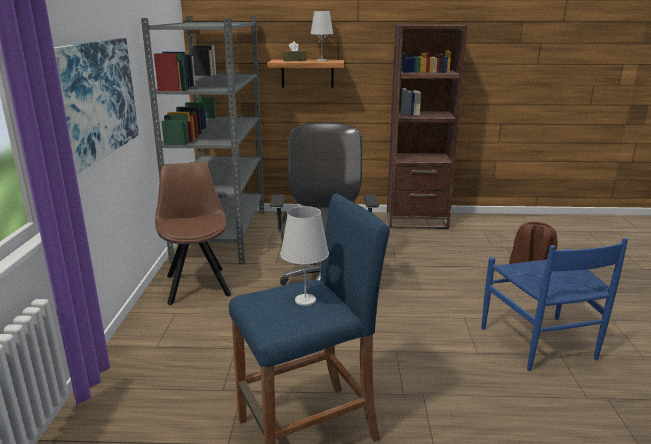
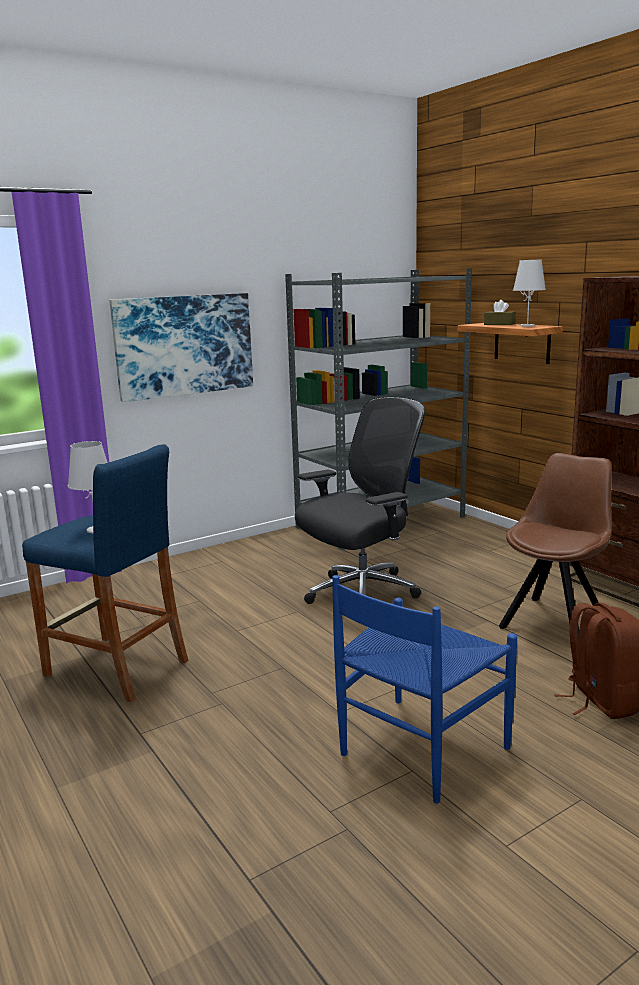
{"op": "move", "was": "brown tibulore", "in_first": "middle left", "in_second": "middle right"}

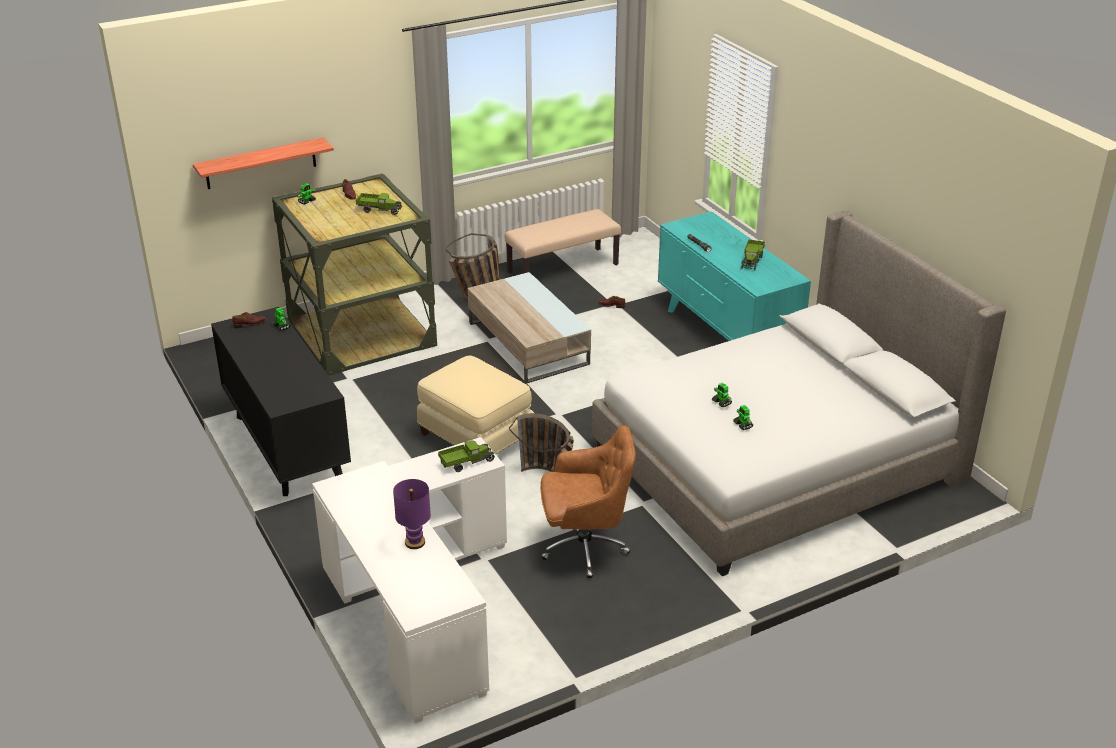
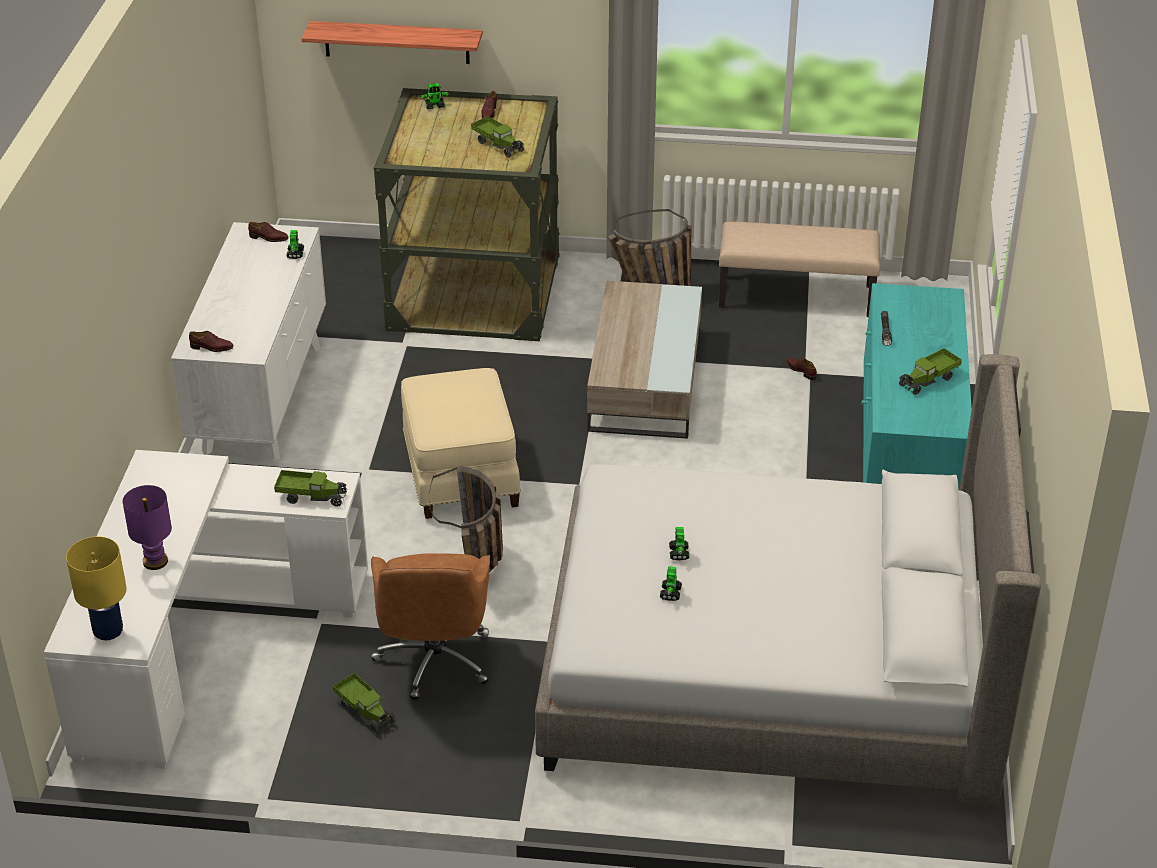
{"op": "recolor", "was": "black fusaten", "now": "white fusaten", "in_first": "middle left", "in_second": "middle left"}
{"op": "rotate", "was": "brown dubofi", "in_first": "bottom centre", "in_second": "bottom centre", "clockwise": 60}
{"op": "insert", "now": "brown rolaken (1st from left)", "in_second": "middle left"}
{"op": "insert", "now": "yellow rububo", "in_second": "bottom left"}
{"op": "insert", "now": "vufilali (2nd from left)", "in_second": "bottom left"}

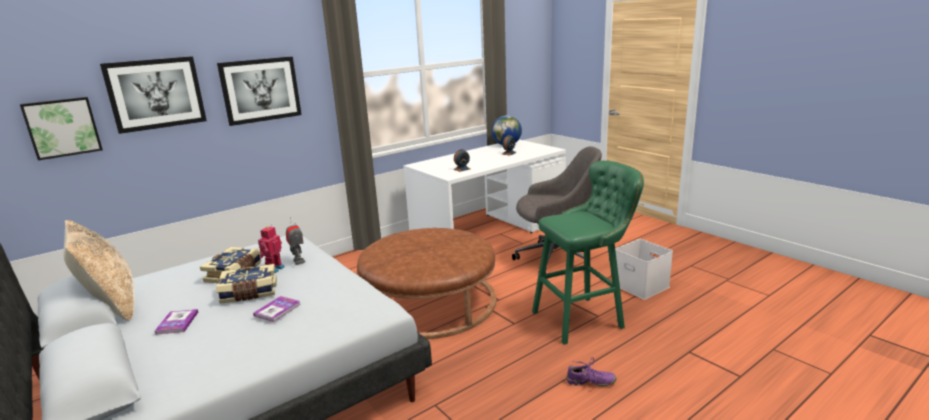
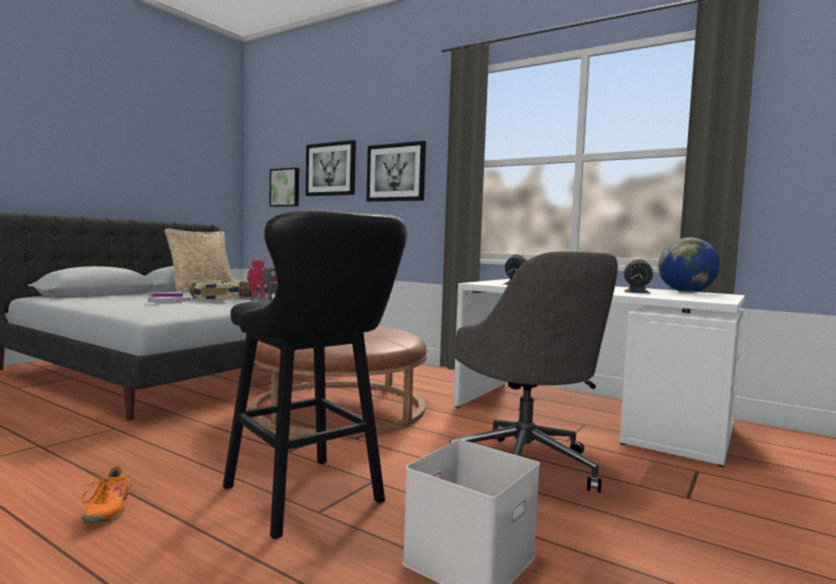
{"op": "recolor", "was": "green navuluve", "now": "black navuluve", "in_first": "centre", "in_second": "centre"}
{"op": "recolor", "was": "purple rolaken", "now": "orange rolaken", "in_first": "bottom centre", "in_second": "bottom left"}

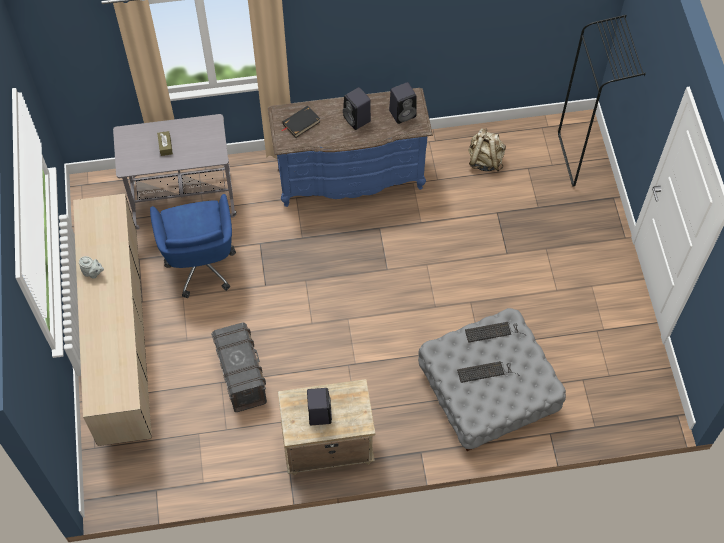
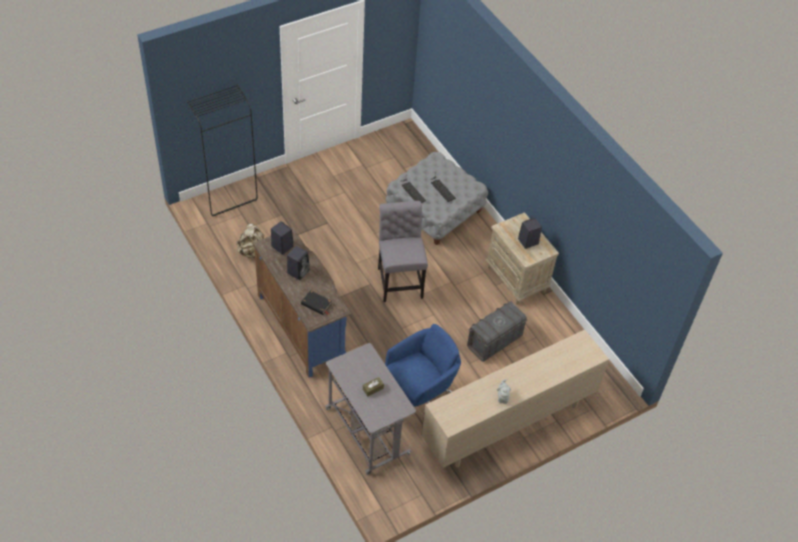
{"op": "insert", "now": "grey tibulore", "in_second": "centre"}

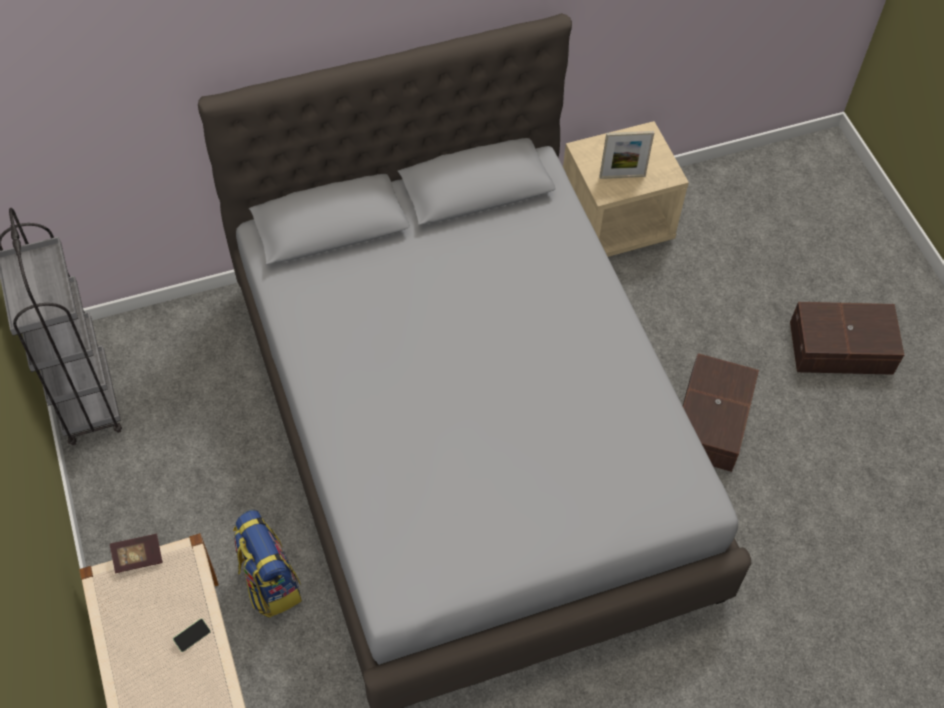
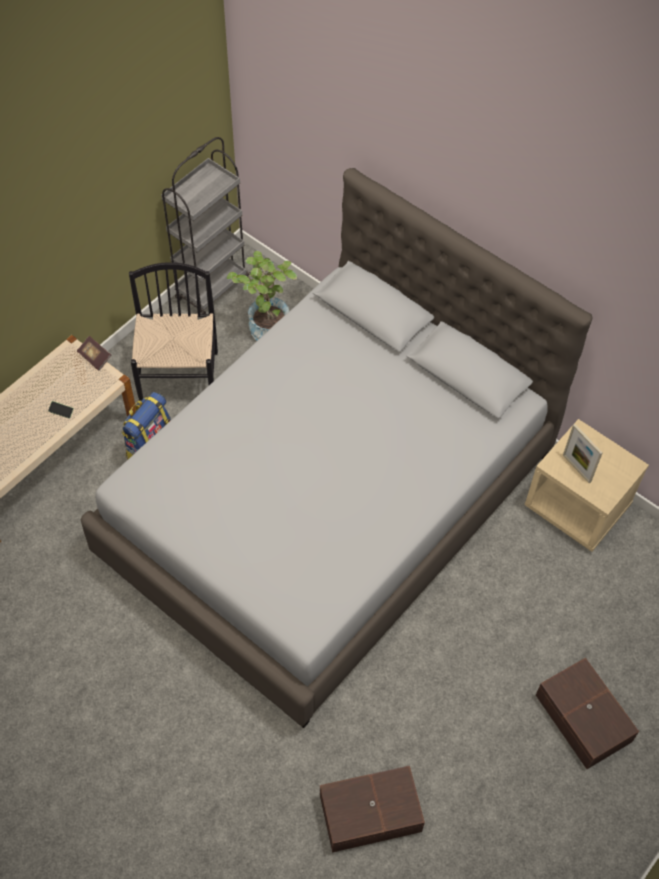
{"op": "move", "was": "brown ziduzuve (1st from left)", "in_first": "middle right", "in_second": "bottom centre"}
{"op": "insert", "now": "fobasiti", "in_second": "centre"}
{"op": "insert", "now": "black tibulore", "in_second": "middle left"}

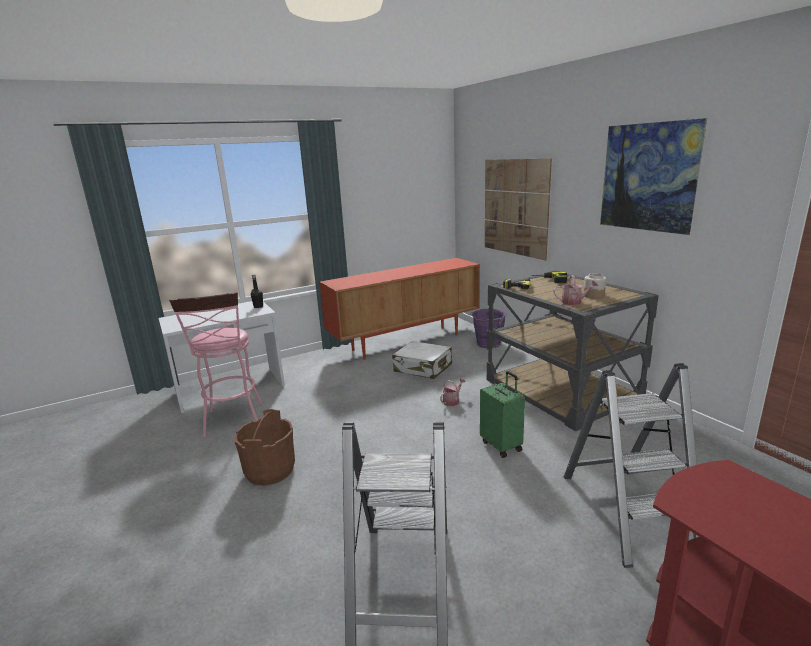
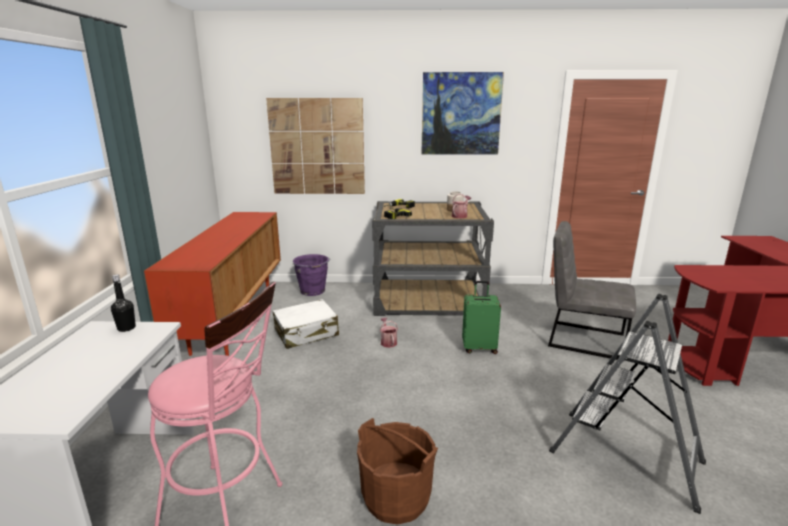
{"op": "replace", "was": "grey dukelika (2nd from left)", "now": "grey tibulore", "in_first": "bottom right", "in_second": "middle right"}

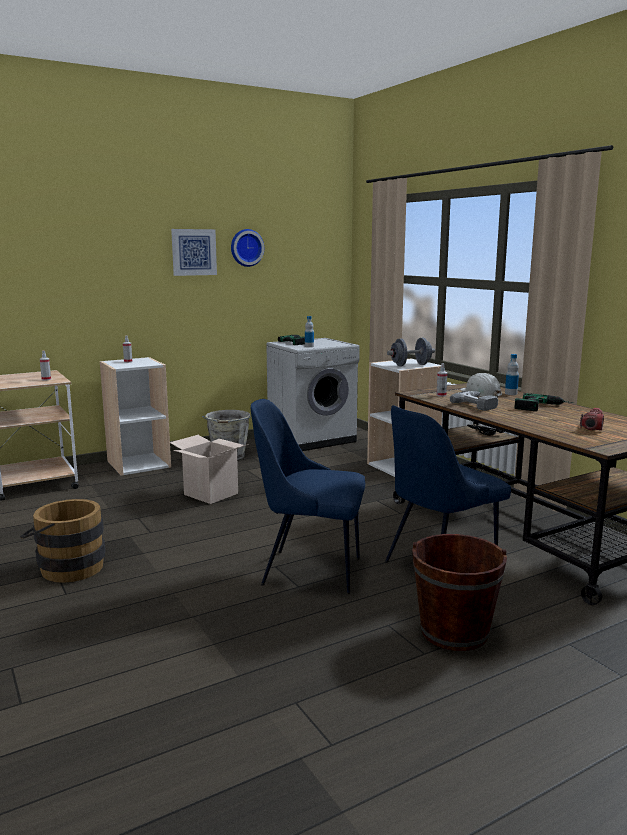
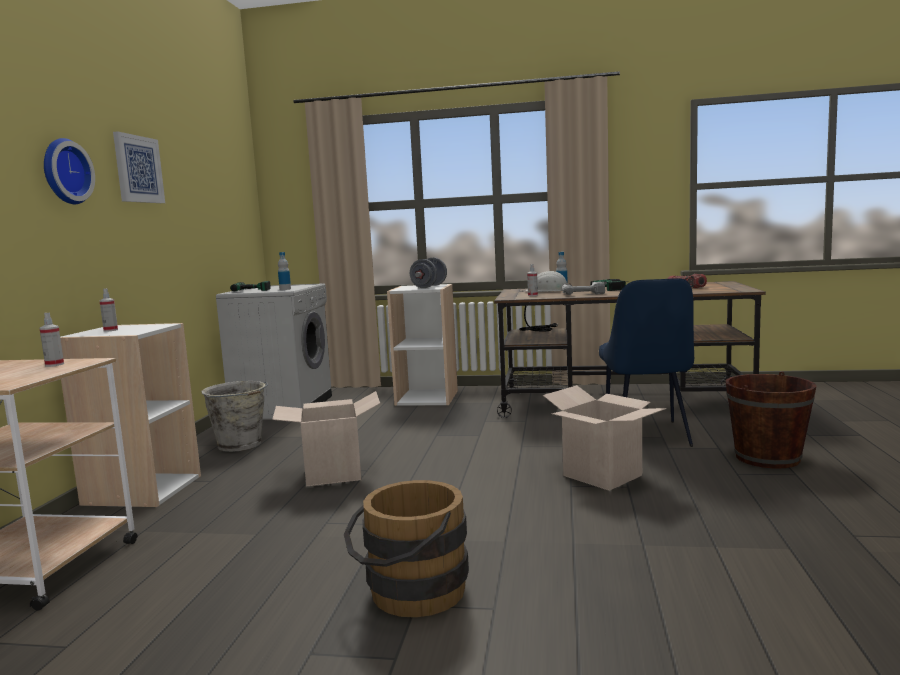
{"op": "move", "was": "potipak", "in_first": "top centre", "in_second": "top left"}
{"op": "replace", "was": "blue tibulore (1st from left)", "now": "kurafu (2nd from left)", "in_first": "centre", "in_second": "middle right"}

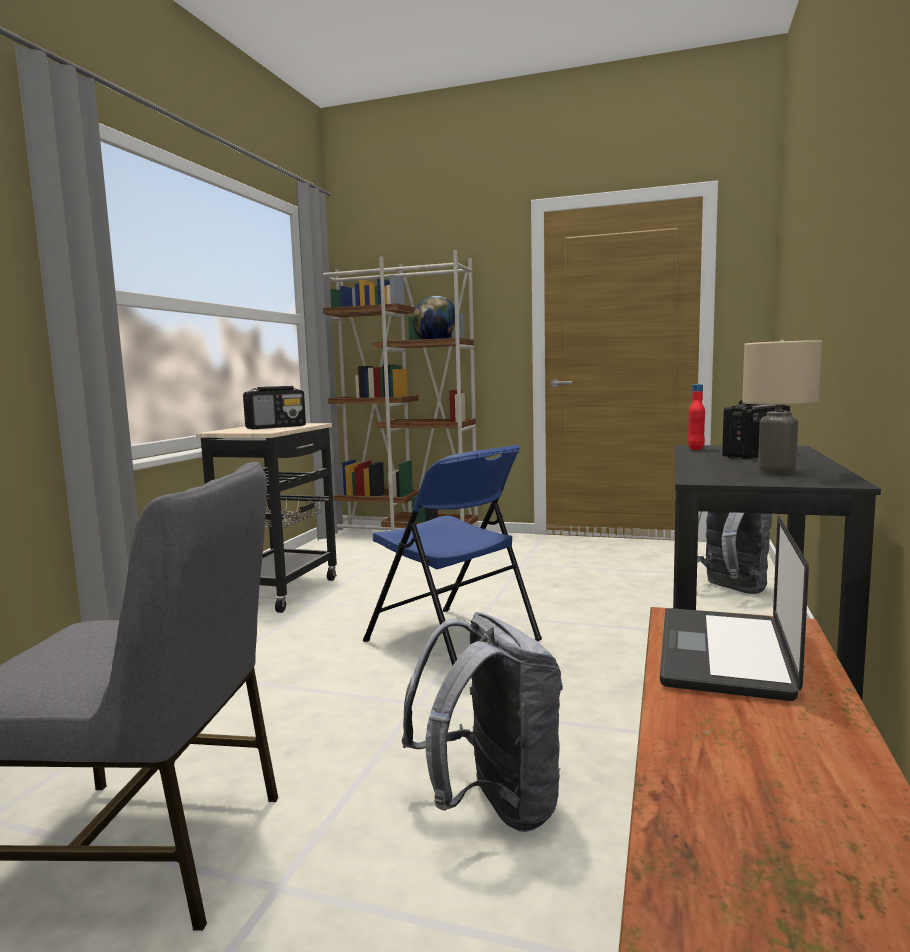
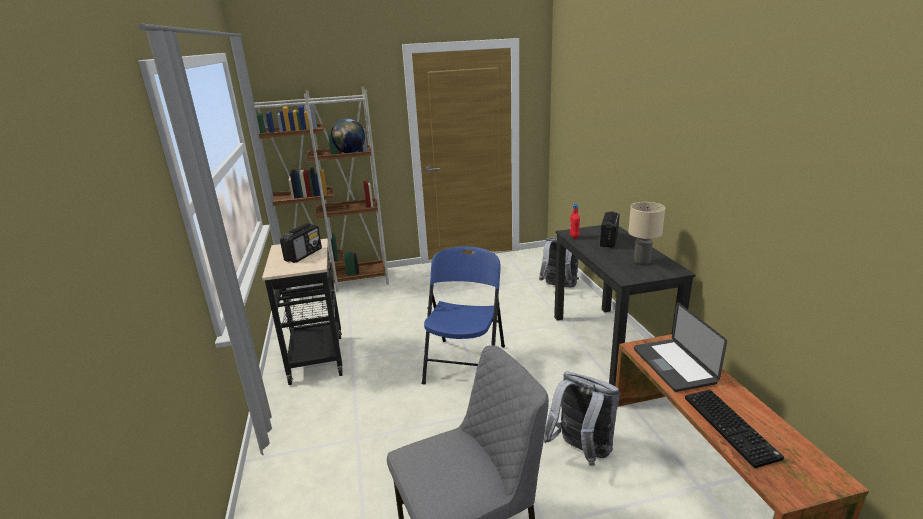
{"op": "rotate", "was": "blue tibulore", "in_first": "centre", "in_second": "centre", "clockwise": -90}
{"op": "insert", "now": "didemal", "in_second": "bottom right"}

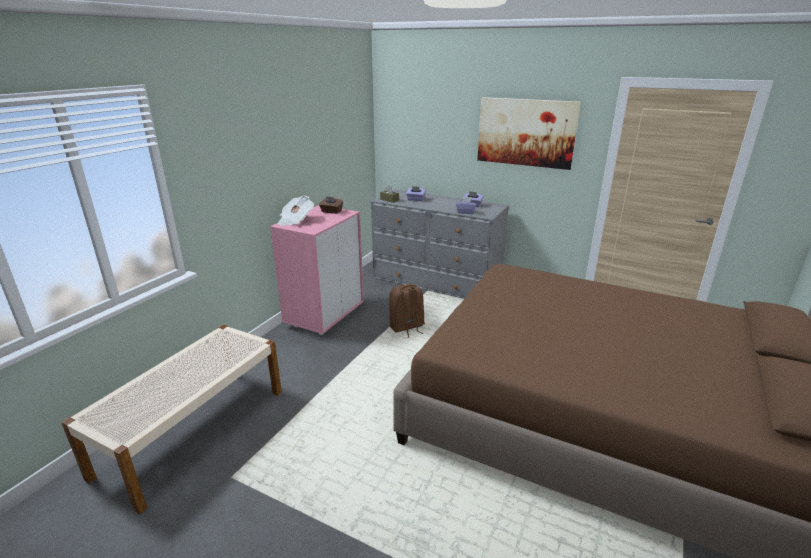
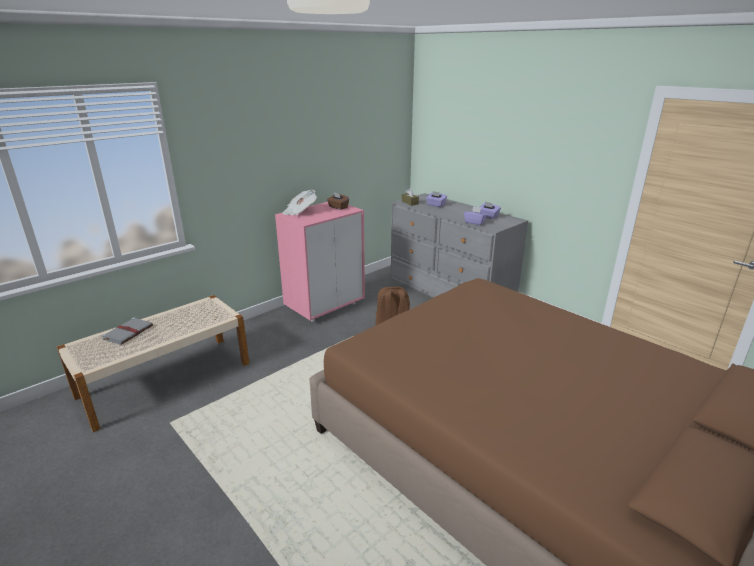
{"op": "delete", "was": "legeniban", "in_first": "top centre"}
{"op": "insert", "now": "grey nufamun", "in_second": "middle left"}

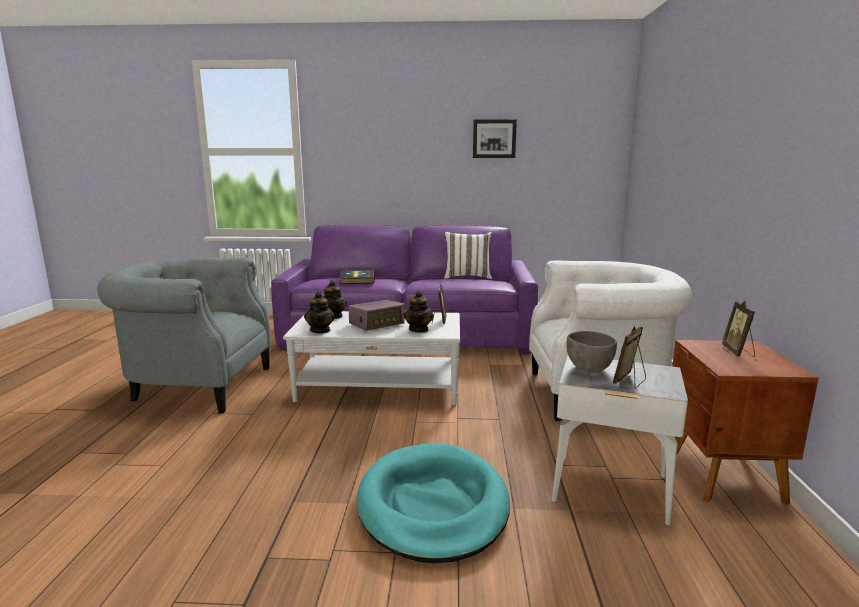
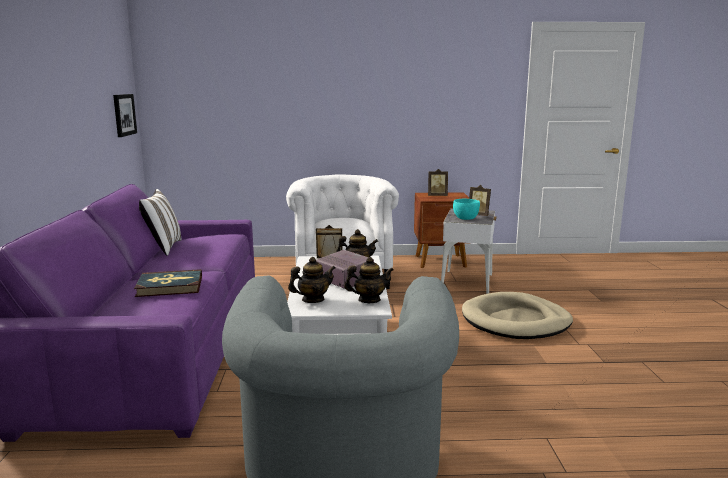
{"op": "move", "was": "legeniban", "in_first": "top centre", "in_second": "top left"}
{"op": "recolor", "was": "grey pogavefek", "now": "turquoise pogavefek", "in_first": "middle right", "in_second": "centre"}
{"op": "recolor", "was": "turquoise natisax", "now": "beige natisax", "in_first": "bottom centre", "in_second": "middle right"}

